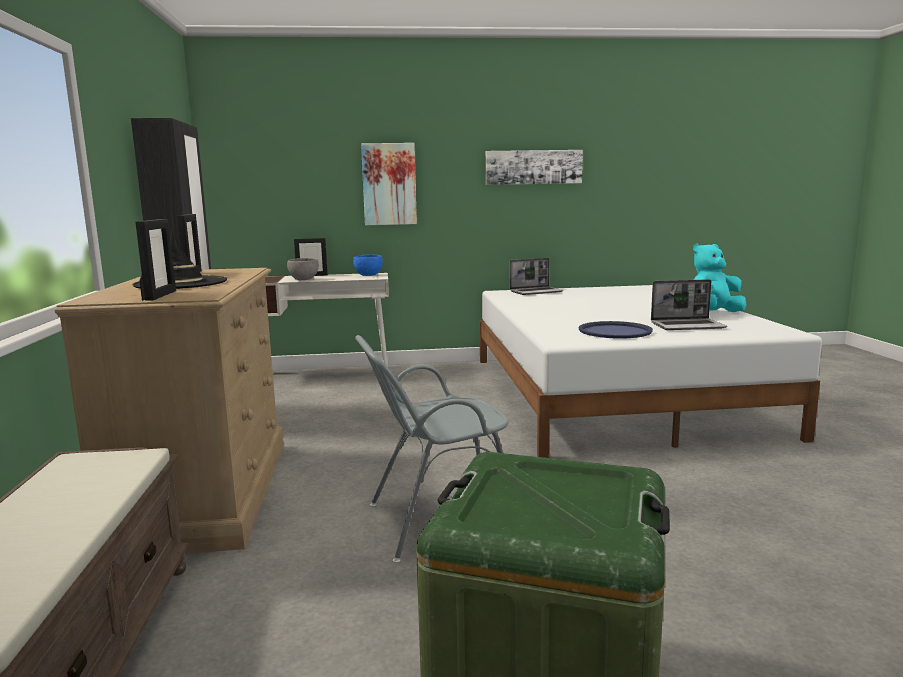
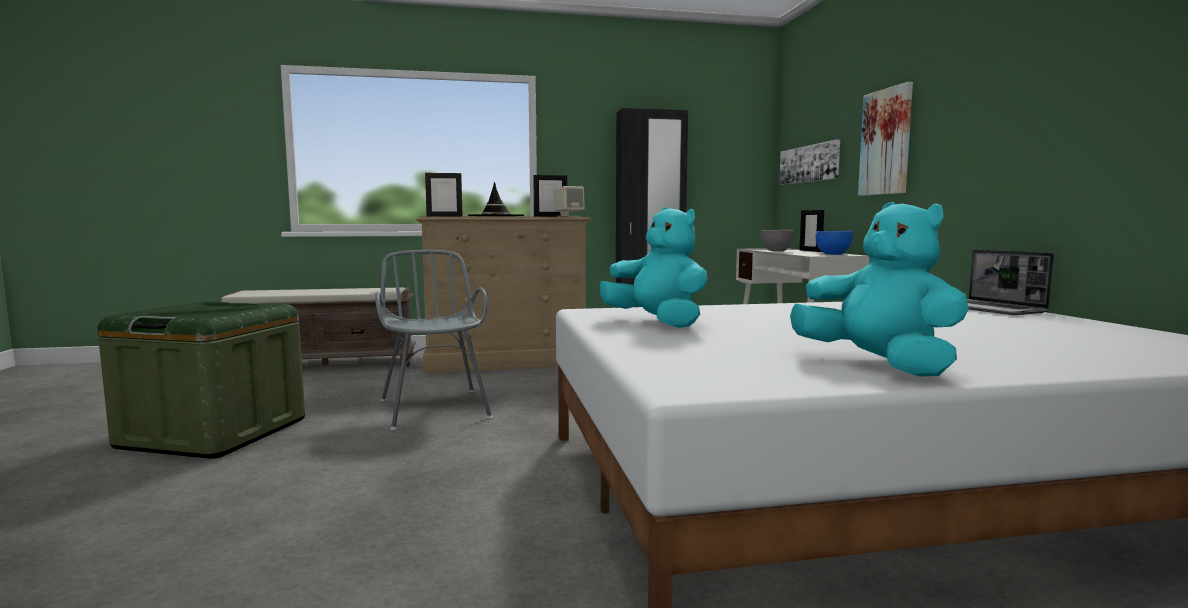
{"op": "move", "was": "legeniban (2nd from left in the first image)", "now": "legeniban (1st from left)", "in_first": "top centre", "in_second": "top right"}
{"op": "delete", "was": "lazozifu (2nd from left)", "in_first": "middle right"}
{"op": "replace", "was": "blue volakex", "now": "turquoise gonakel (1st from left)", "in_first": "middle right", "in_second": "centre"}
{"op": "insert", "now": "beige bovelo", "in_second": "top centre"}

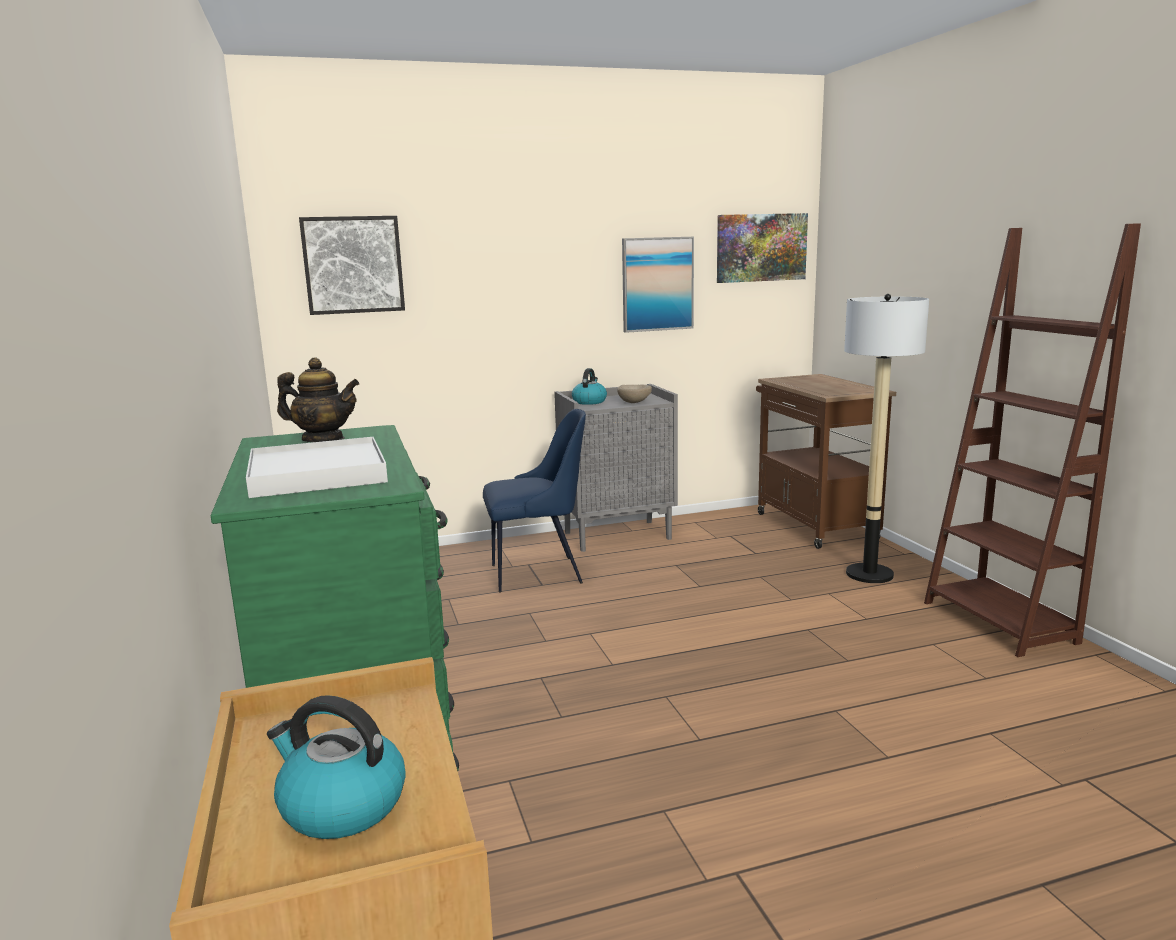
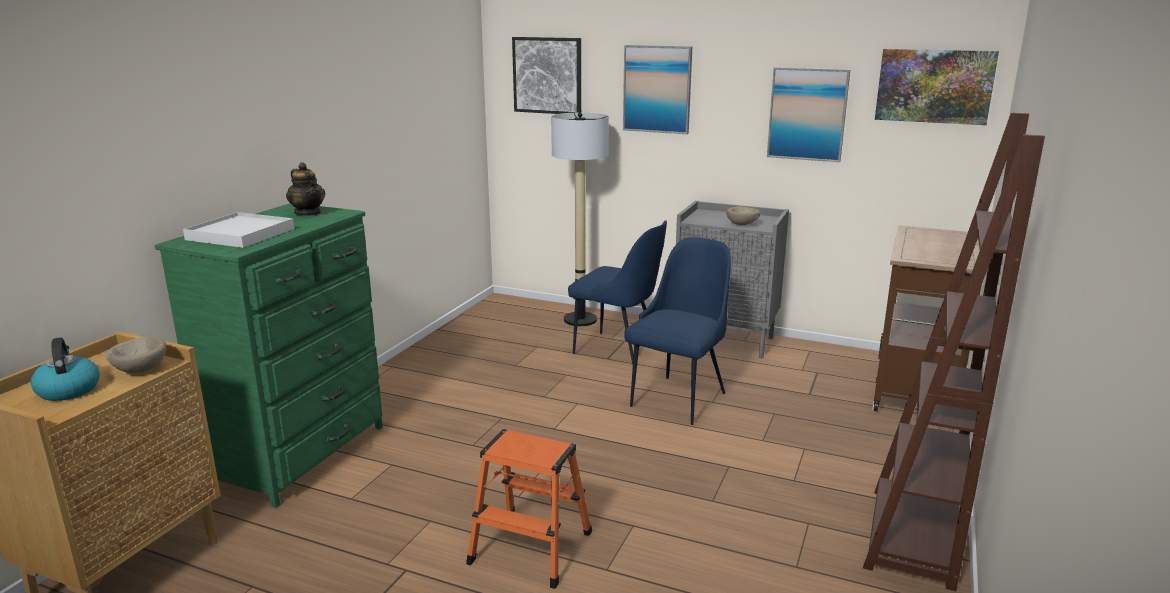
{"op": "move", "was": "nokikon", "in_first": "middle right", "in_second": "centre"}
{"op": "delete", "was": "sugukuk (2nd from left)", "in_first": "centre"}
{"op": "insert", "now": "legeniban (2nd from left)", "in_second": "top centre"}
{"op": "insert", "now": "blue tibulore (2nd from left)", "in_second": "centre"}
{"op": "insert", "now": "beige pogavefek (1st from left)", "in_second": "middle left"}
{"op": "insert", "now": "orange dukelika", "in_second": "bottom centre"}

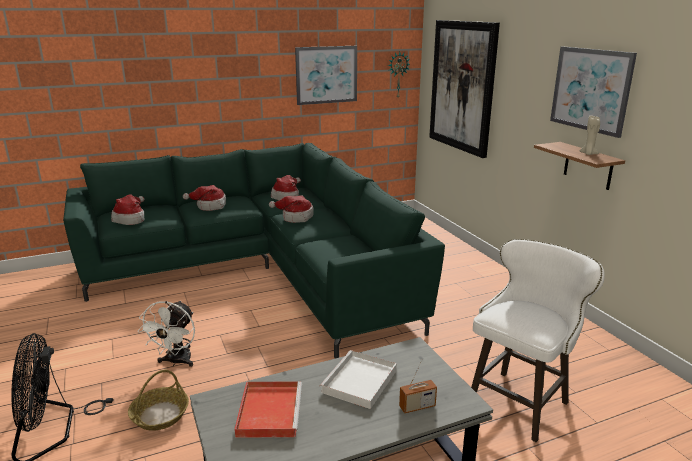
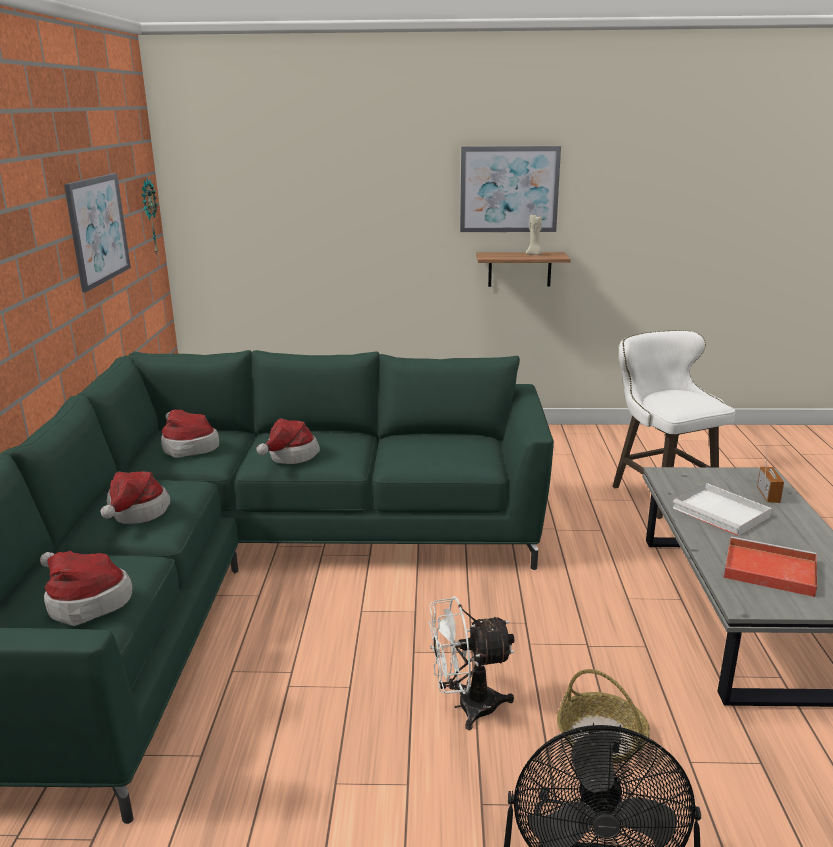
{"op": "delete", "was": "legeniban (2nd from left)", "in_first": "top right"}
{"op": "rotate", "was": "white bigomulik", "in_first": "bottom left", "in_second": "bottom centre", "clockwise": 135}

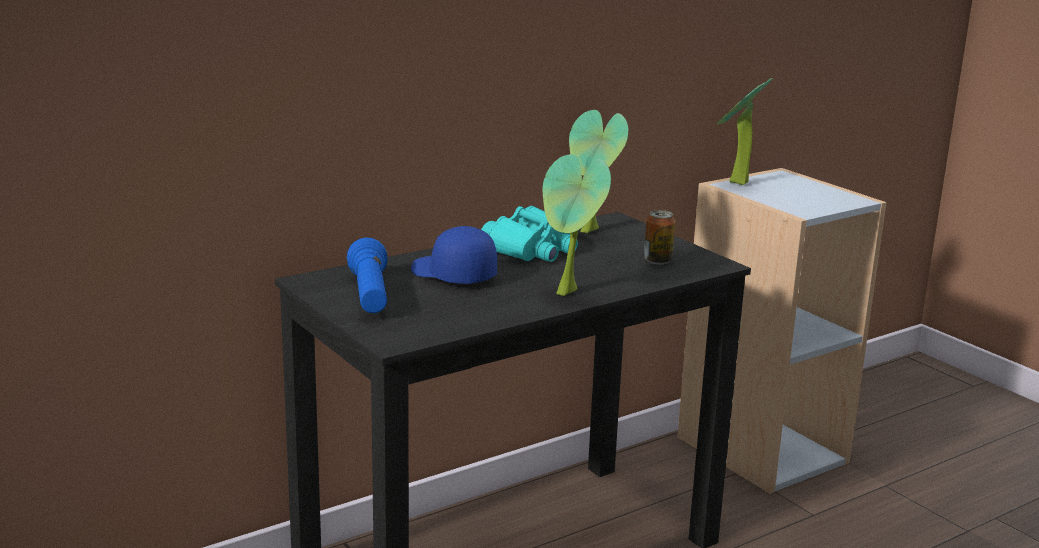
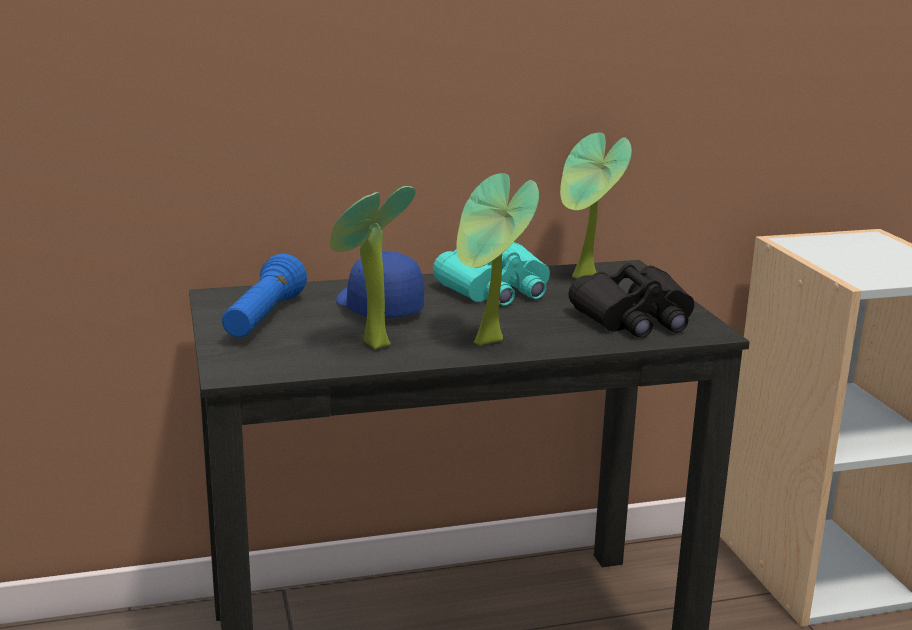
{"op": "move", "was": "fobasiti (3rd from left in the first image)", "now": "fobasiti (1st from left)", "in_first": "top right", "in_second": "centre"}
{"op": "replace", "was": "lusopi", "now": "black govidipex", "in_first": "centre", "in_second": "middle right"}

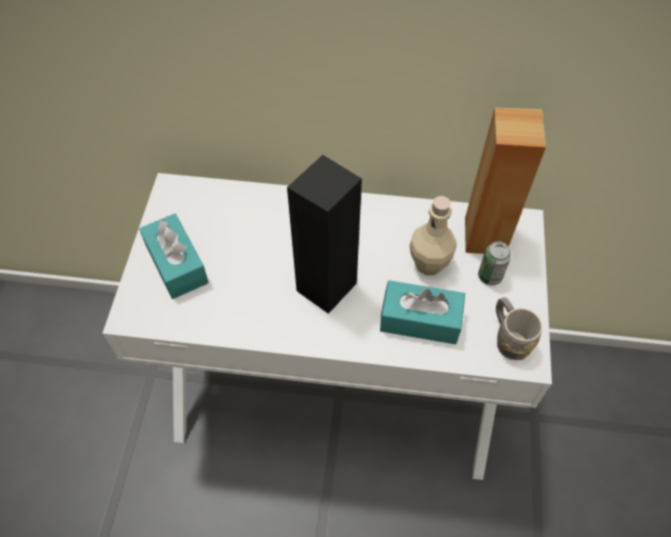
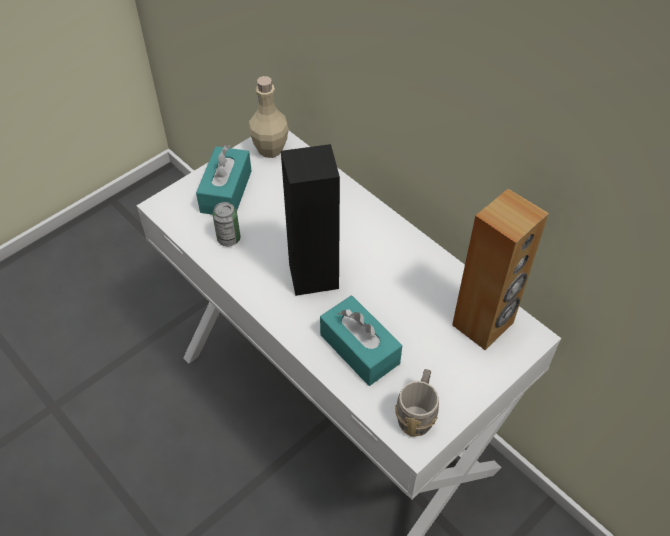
{"op": "move", "was": "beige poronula", "in_first": "centre", "in_second": "top centre"}
{"op": "move", "was": "lusopi", "in_first": "middle right", "in_second": "centre"}

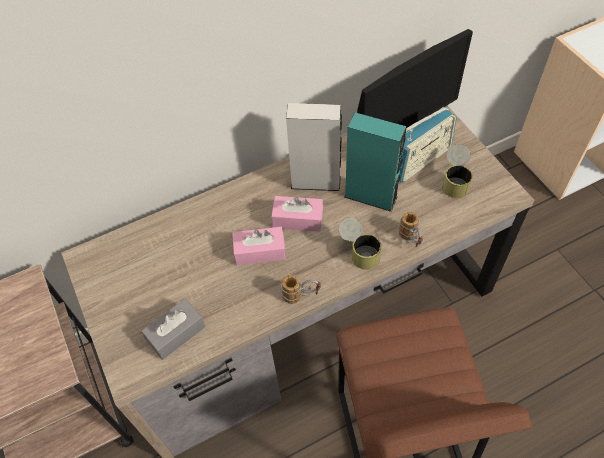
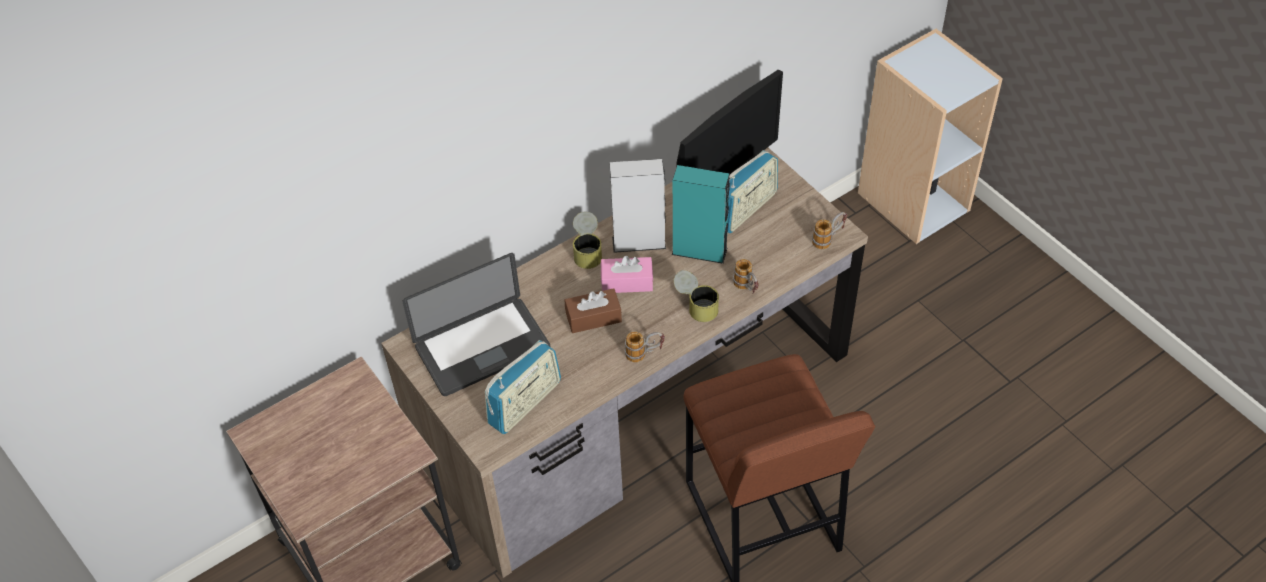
{"op": "move", "was": "lusopi (2nd from left in the first image)", "now": "lusopi (1st from left)", "in_first": "middle right", "in_second": "centre"}
{"op": "recolor", "was": "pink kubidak (1st from left)", "now": "brown kubidak", "in_first": "centre", "in_second": "centre"}
{"op": "replace", "was": "grey kubidak", "now": "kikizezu (1st from left)", "in_first": "bottom left", "in_second": "centre"}
{"op": "insert", "now": "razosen (3rd from left)", "in_second": "centre"}
{"op": "insert", "now": "lazozifu", "in_second": "centre"}

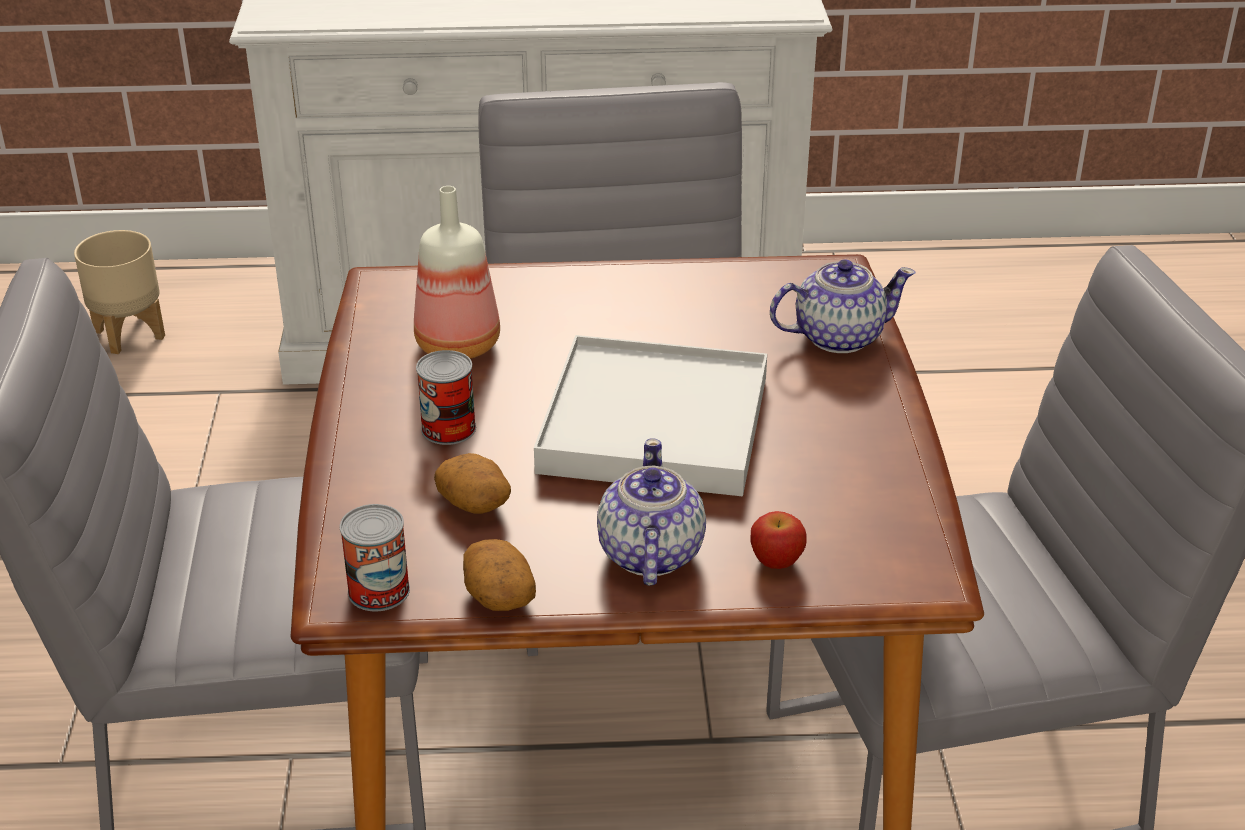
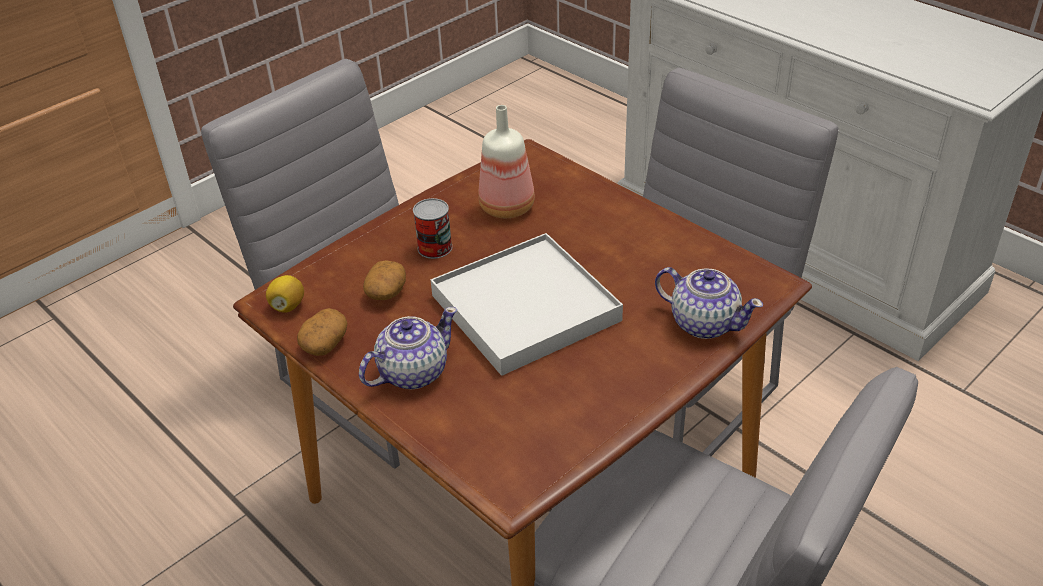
{"op": "delete", "was": "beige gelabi", "in_first": "middle left"}
{"op": "replace", "was": "lusopi (1st from left)", "now": "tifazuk", "in_first": "bottom left", "in_second": "middle left"}
{"op": "delete", "was": "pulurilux", "in_first": "centre"}

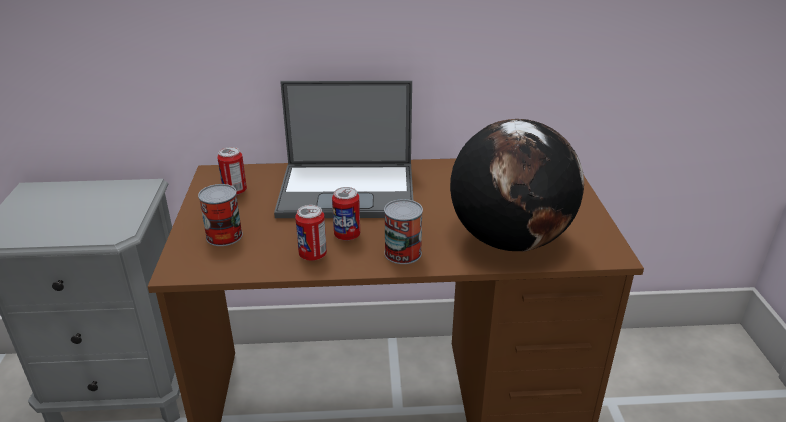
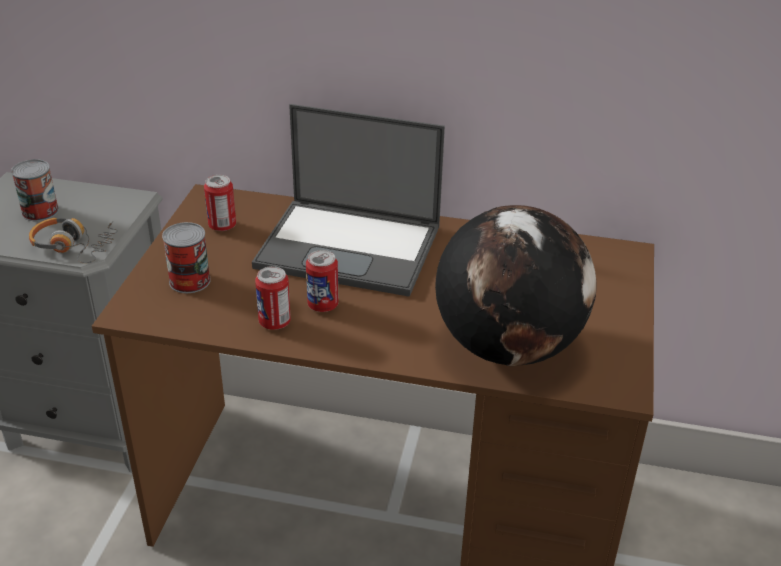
{"op": "move", "was": "lusopi (5th from left in the first image)", "now": "lusopi (1st from left)", "in_first": "centre", "in_second": "middle left"}
{"op": "insert", "now": "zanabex", "in_second": "middle left"}

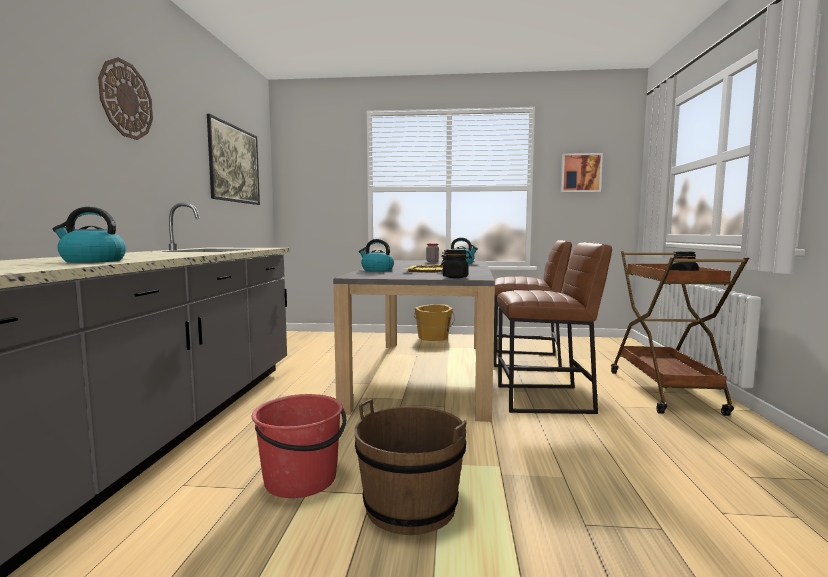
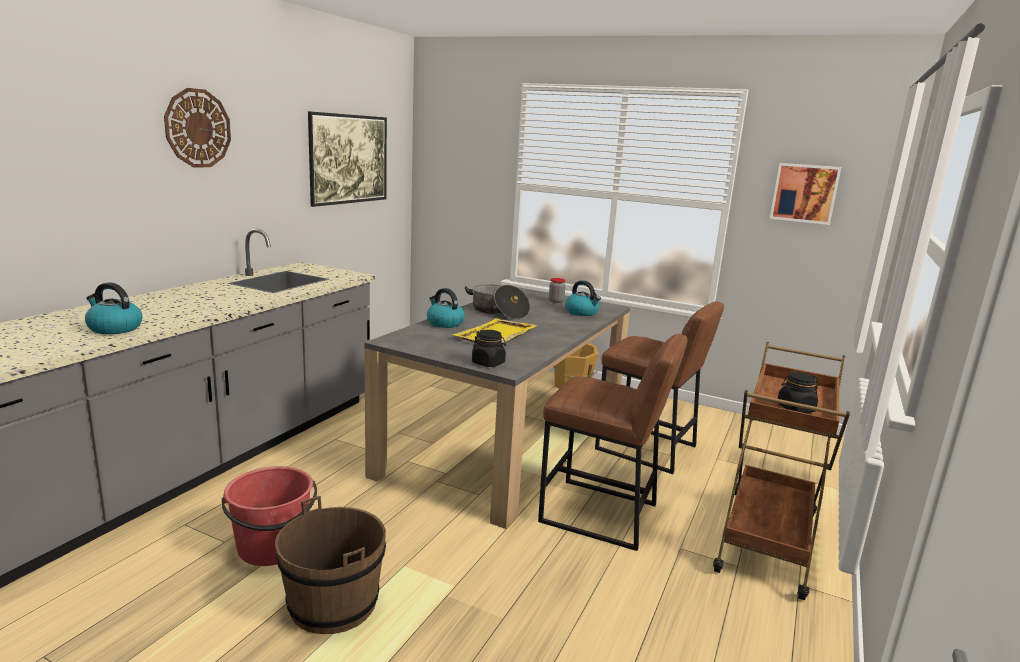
{"op": "insert", "now": "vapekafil", "in_second": "centre"}

